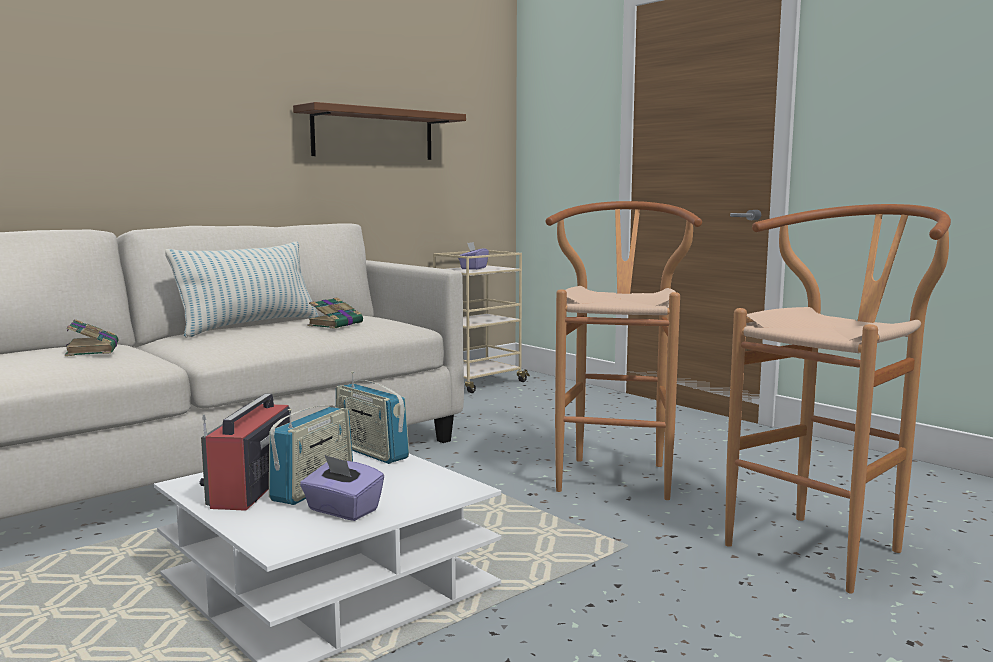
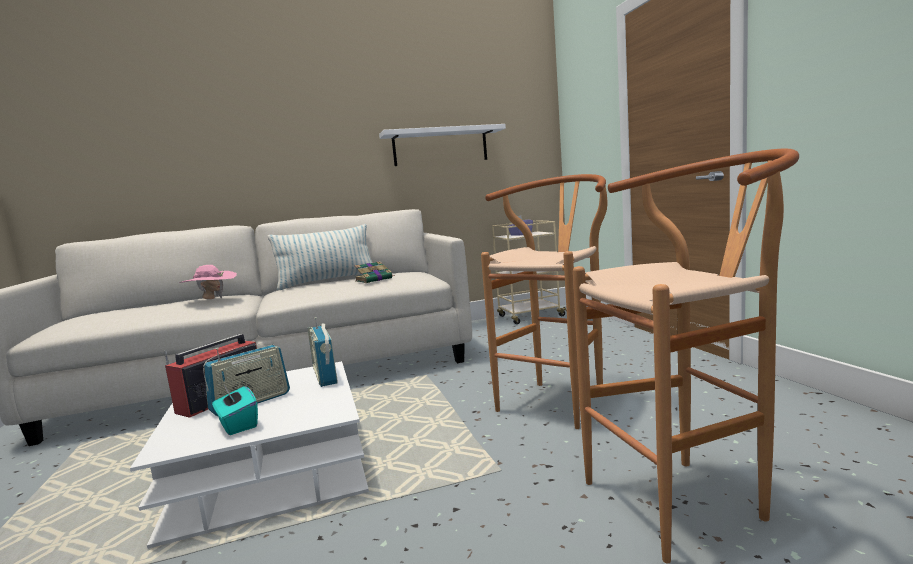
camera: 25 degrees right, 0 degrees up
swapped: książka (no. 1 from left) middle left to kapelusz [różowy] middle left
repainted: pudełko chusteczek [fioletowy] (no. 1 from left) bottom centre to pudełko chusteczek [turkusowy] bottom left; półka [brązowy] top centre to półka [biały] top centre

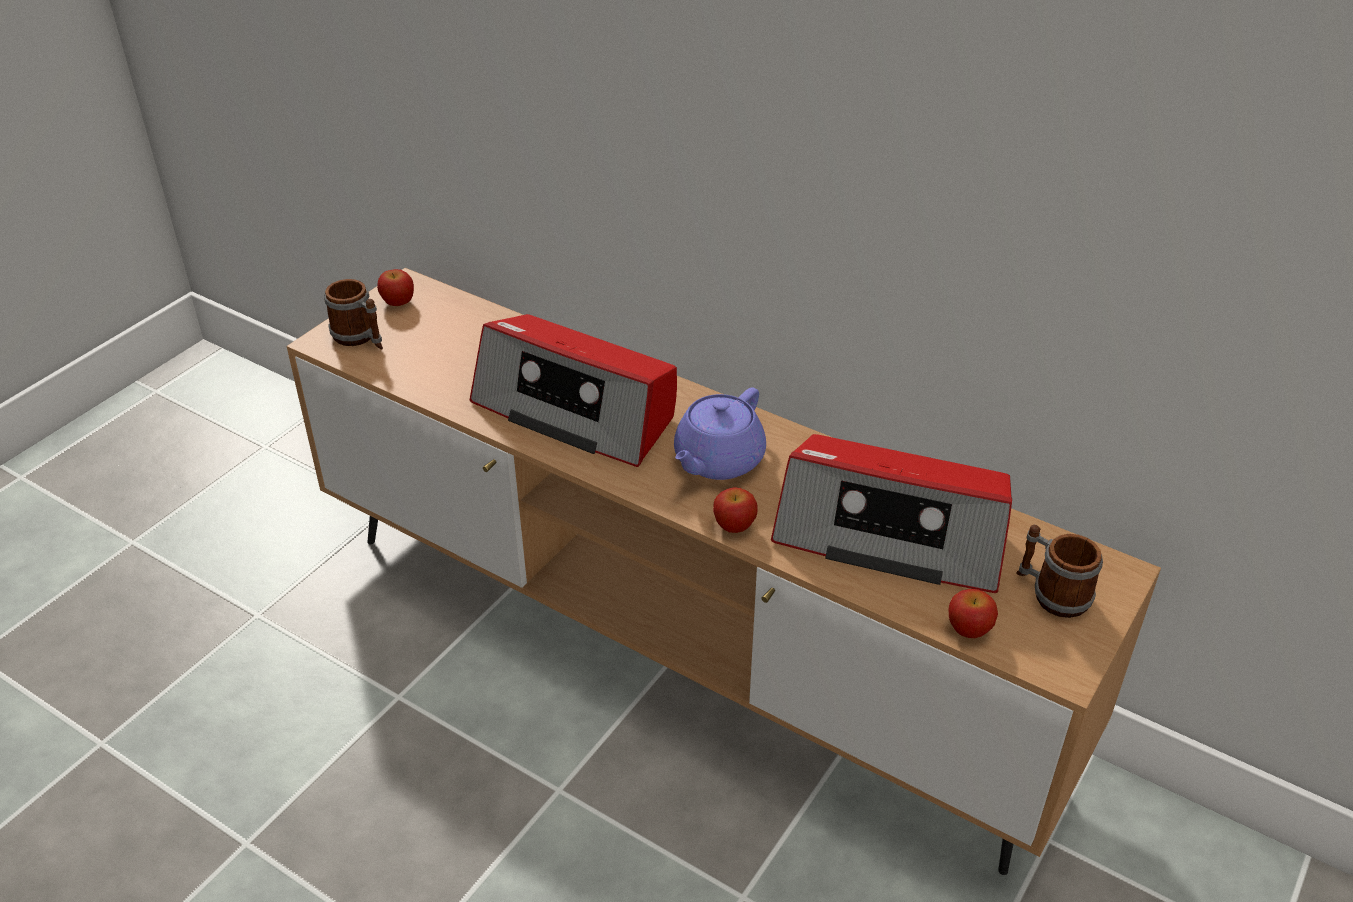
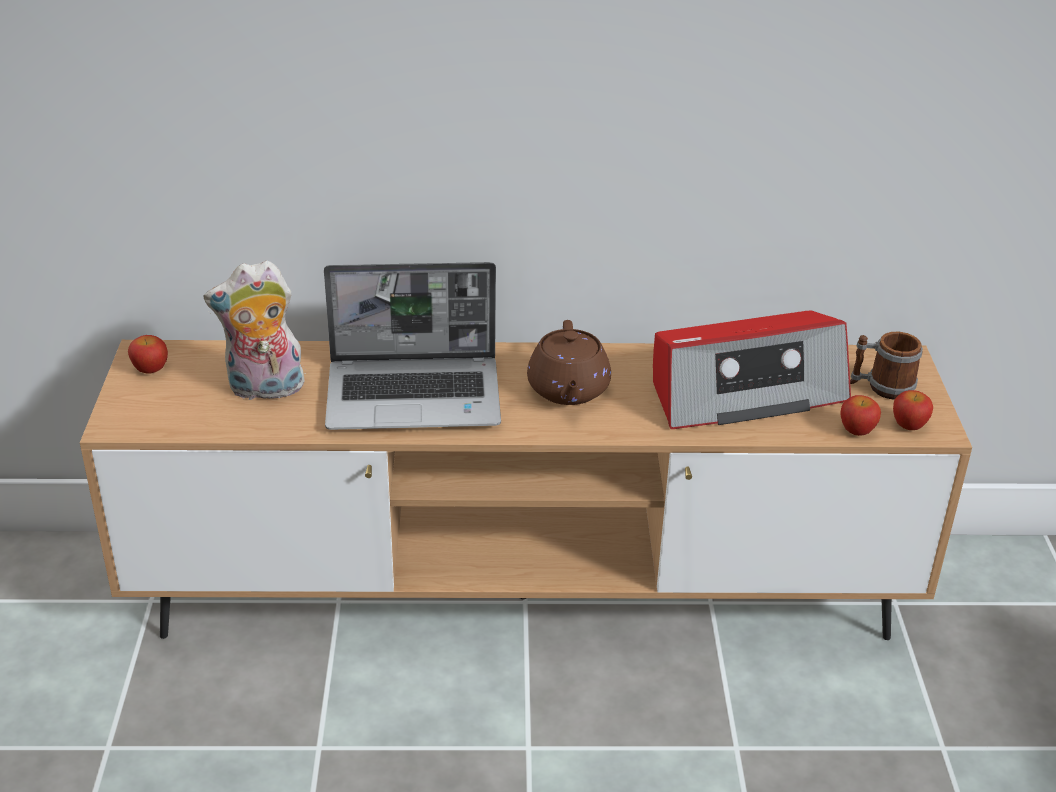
camera: 35 degrees left, 5 degrees down
gone: kubek (no. 1 from left) middle left
new: pluszak middle left
shifted: jabłko (no. 2 from left in the first image) centre to jabłko (no. 3 from left) middle right
swapped: radio (no. 1 from left) centre to laptop centre
repainted: imbryk [fioletowy] centre to imbryk [brązowy] centre

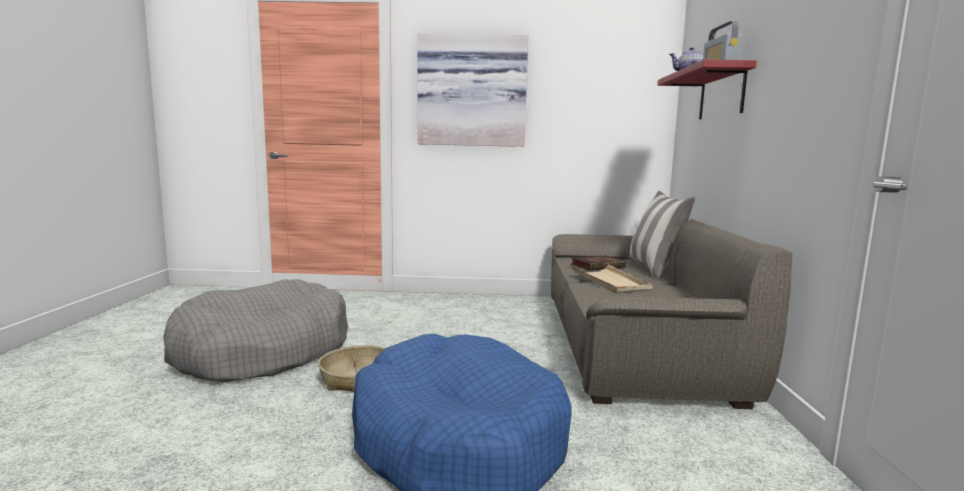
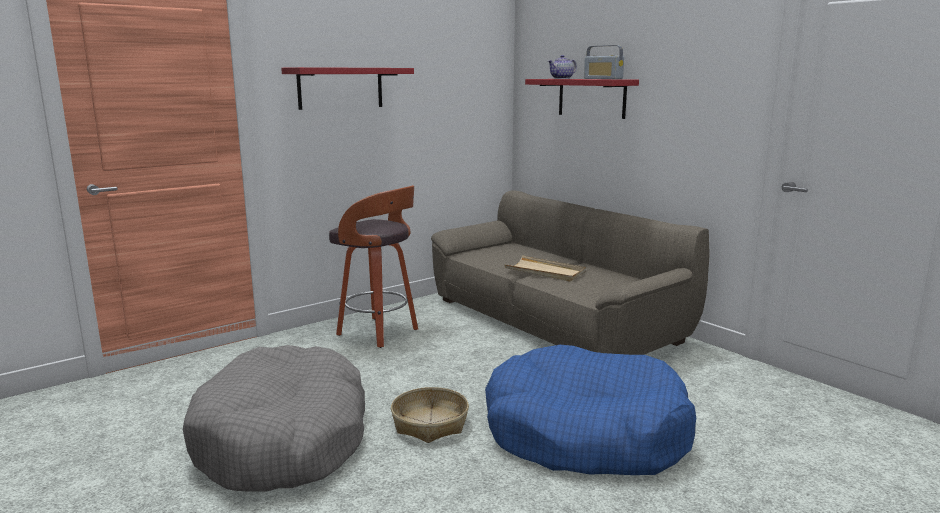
camera: 40 degrees left, 5 degrees up
gone: książka centre; poduszka middle right
new: stołek centre
swapped: obraz top centre to półka [czerwony] (no. 1 from left) top centre

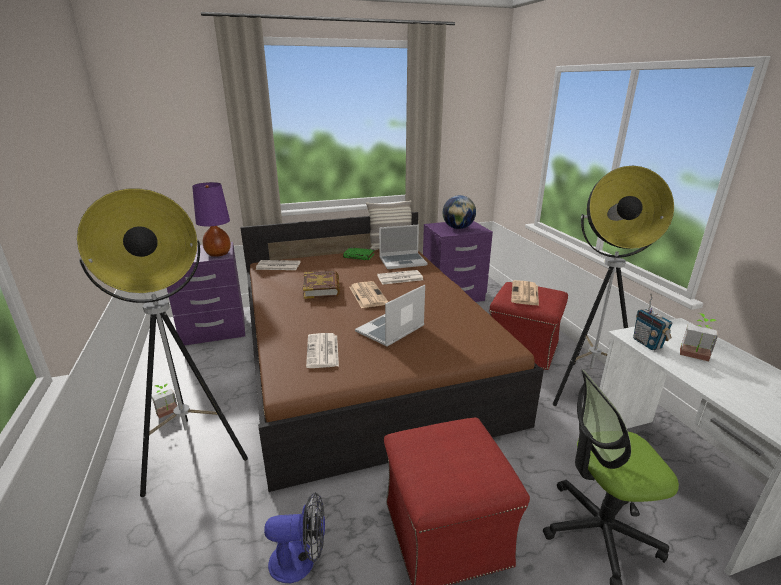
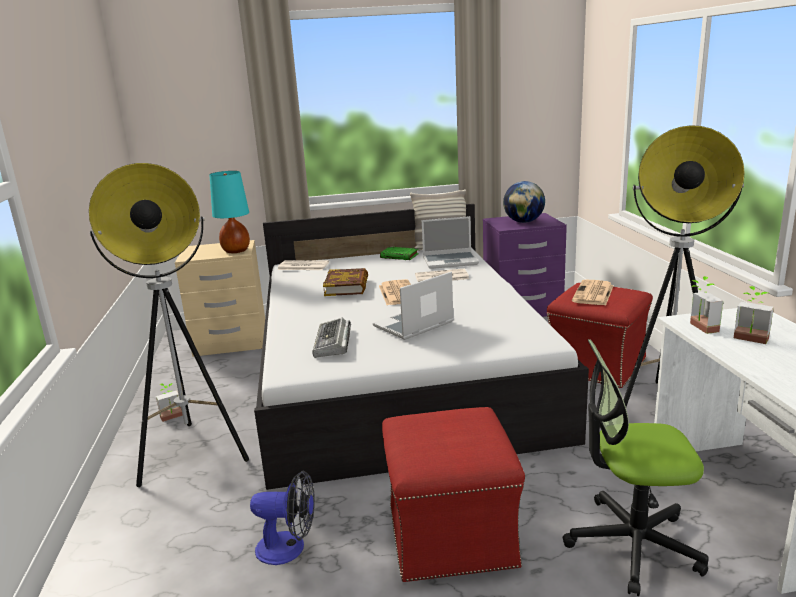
camera: 10 degrees right, 5 degrees down
swapped: gazeta (no. 2 from left) centre to klawiatura centre; radio middle right to roślina doniczkowa (no. 2 from left) middle right
repainted: szafka nocna [fioletowy] (no. 1 from left) middle left to szafka nocna [beżowy] middle left; lampa stołowa [fioletowy] middle left to lampa stołowa [turkusowy] middle left; łóżko [brązowy] centre to łóżko [biały] centre

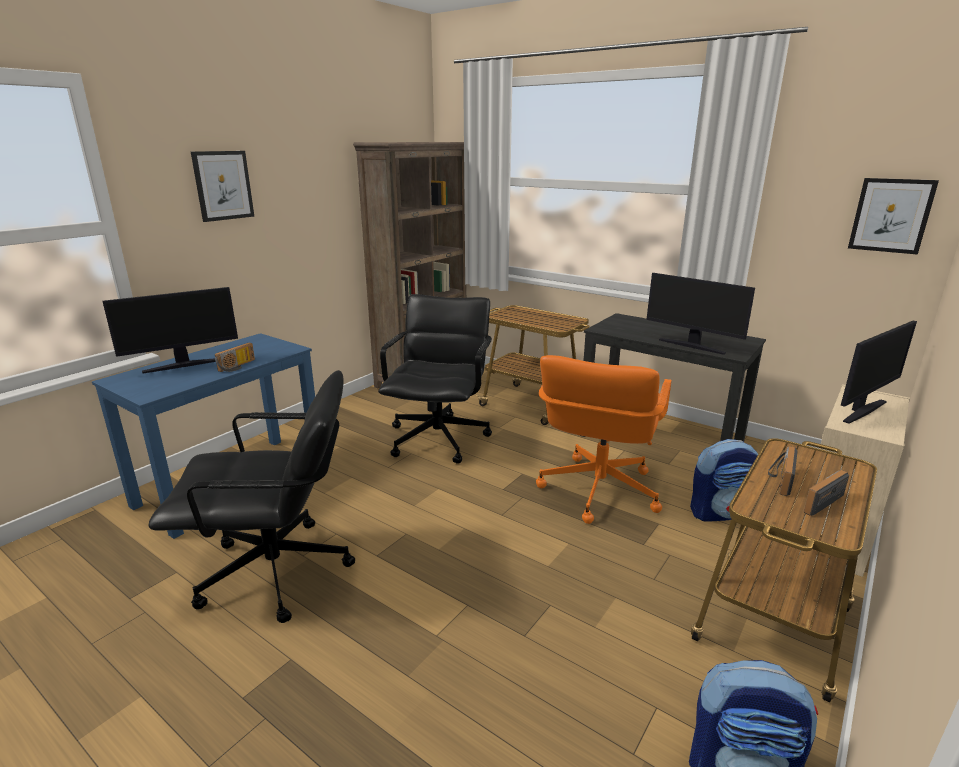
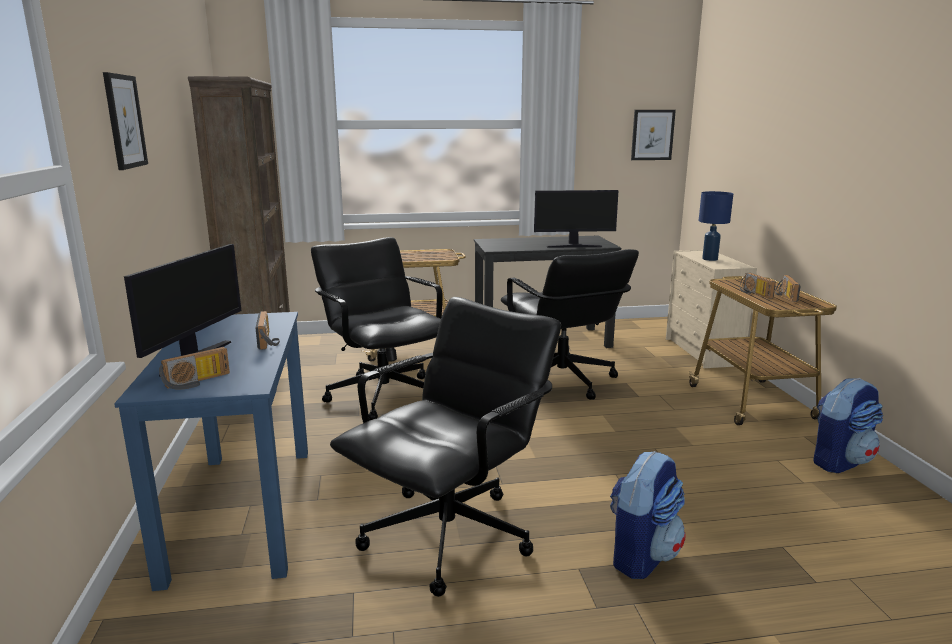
camera: 45 degrees left, 5 degrees down
new: radio (no. 1 from left) middle left
shifted: plecak (no. 1 from left) middle right to bottom right
swapped: monitor (no. 3 from left) middle right to lampa stołowa [niebieski] middle right
repainted: krzesło biurowe [pomarańczowy] centre to krzesło biurowe [czarny] (no. 3 from left) centre

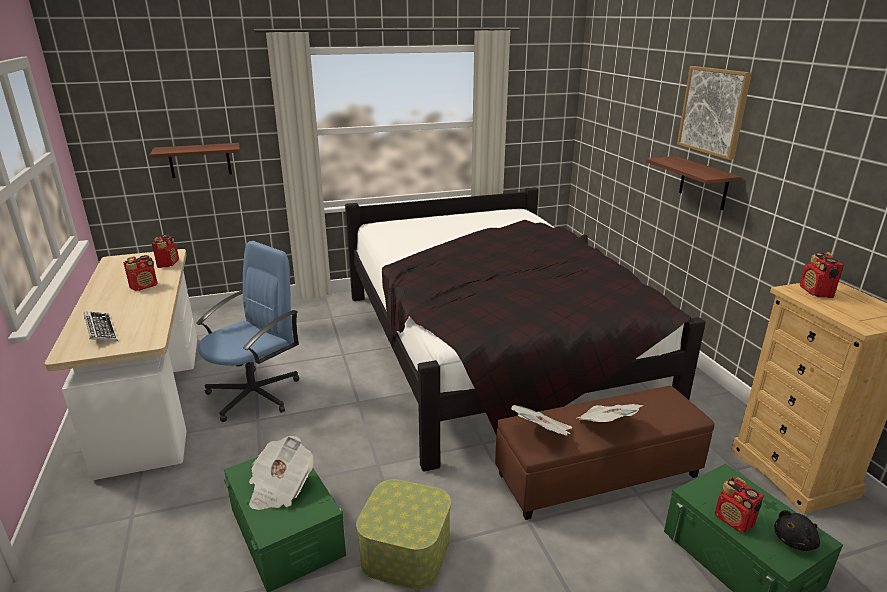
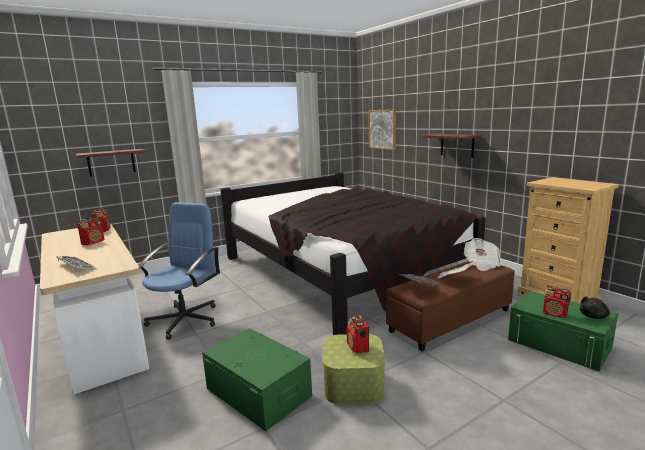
camera: 15 degrees left, 10 degrees down
shifted: radio (no. 4 from left in the first image) middle right to radio (no. 3 from left) bottom centre; obraz top right to top centre; gazeta (no. 1 from left in the first image) bottom left to gazeta (no. 3 from left) middle right

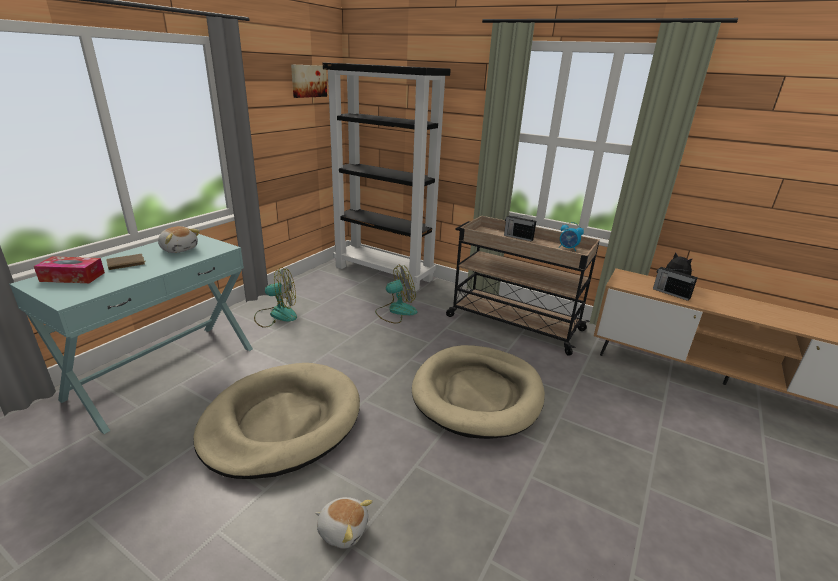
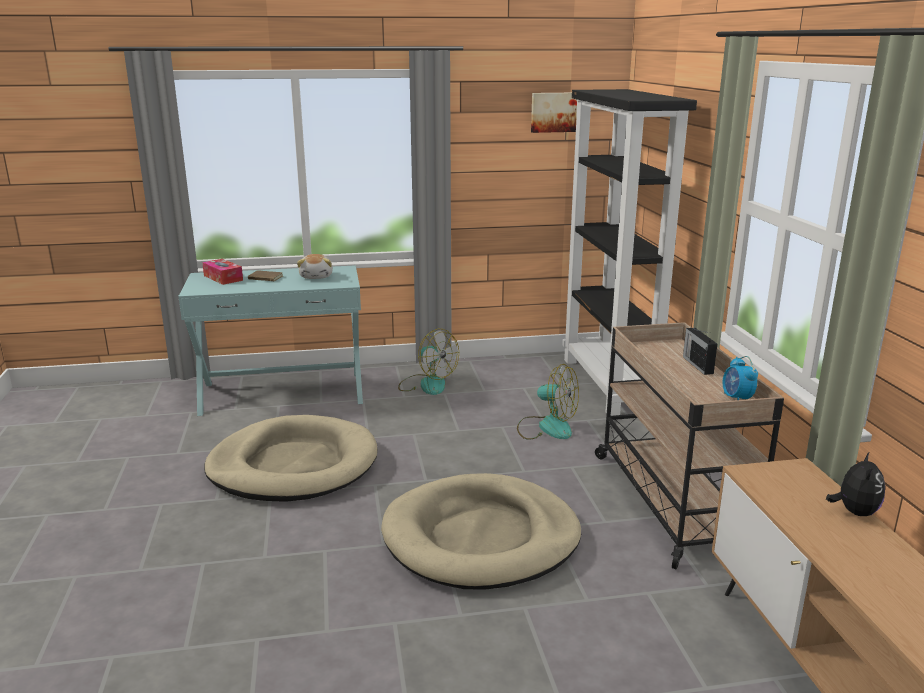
camera: 50 degrees right, 5 degrees down
gone: pluszak (no. 2 from left) bottom centre; radio (no. 2 from left) middle right

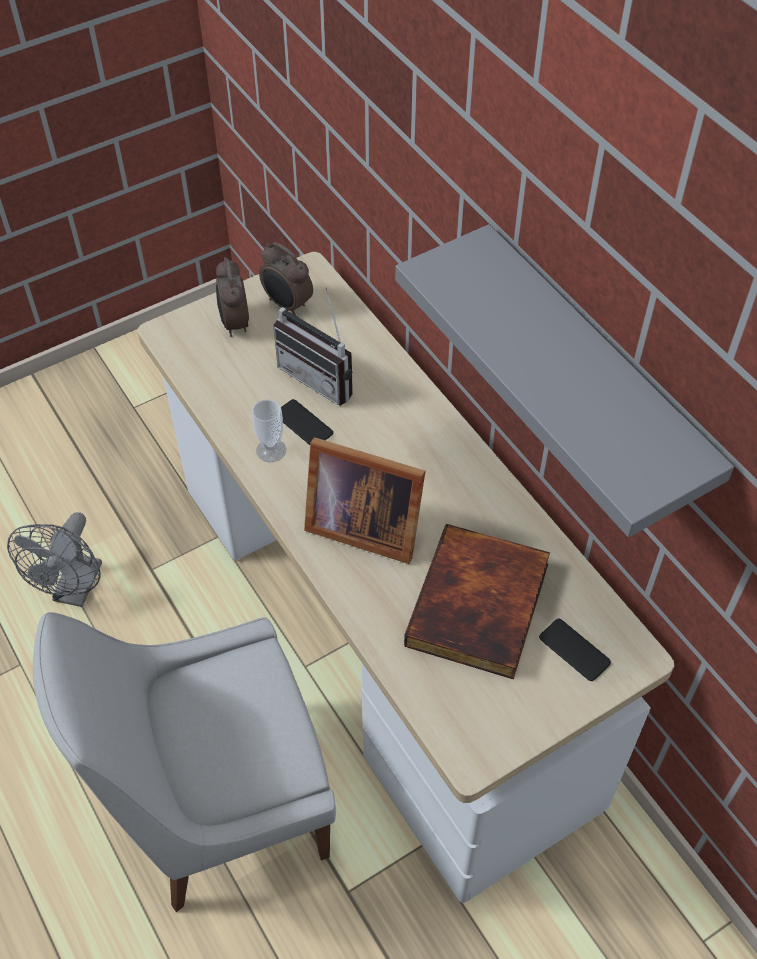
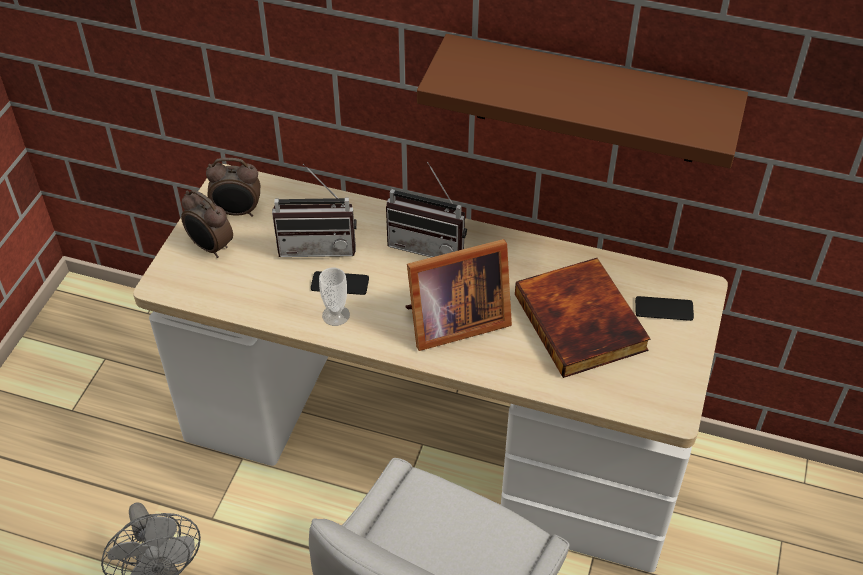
camera: 40 degrees left, 5 degrees down
new: radio (no. 2 from left) centre
repainted: półka [szary] middle right to półka [brązowy] top right

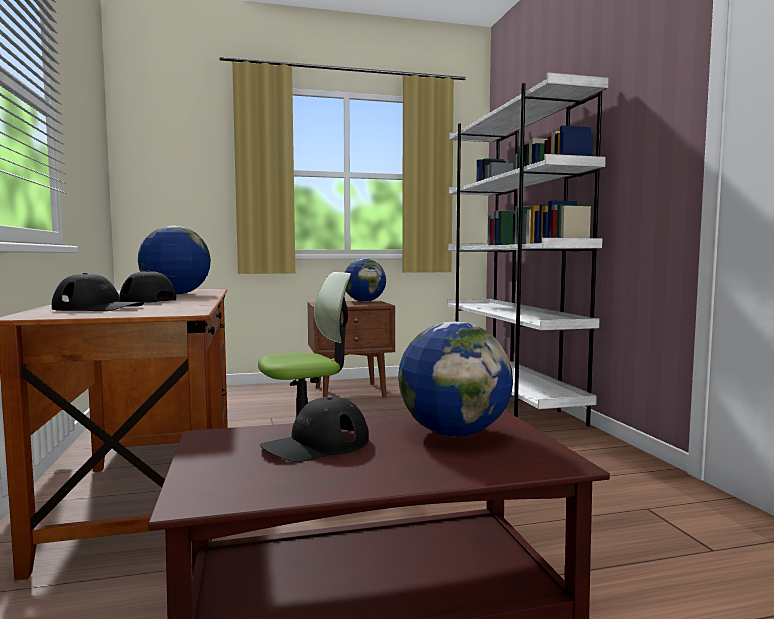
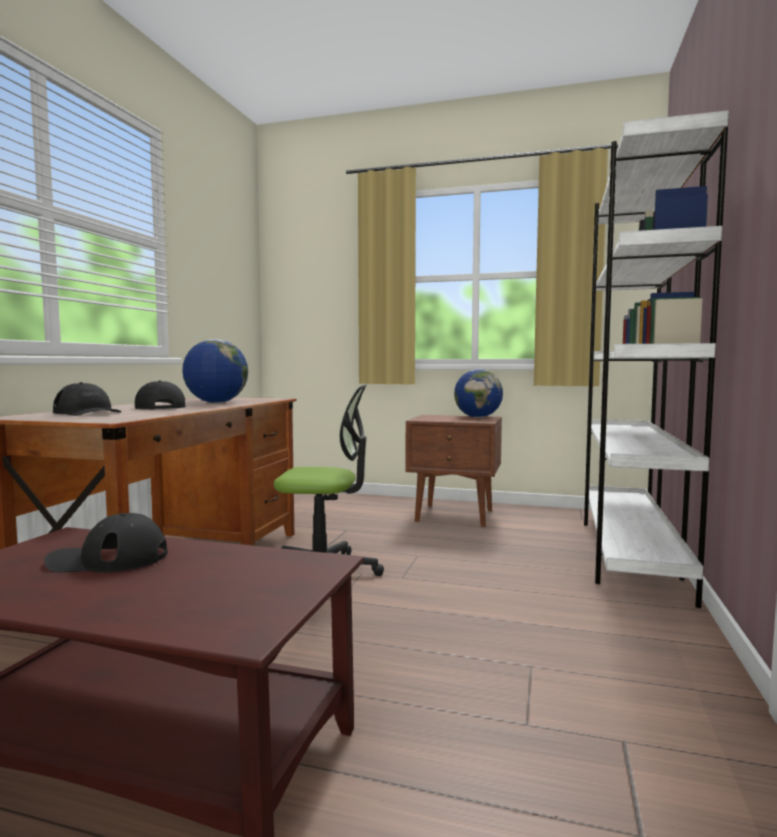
camera: 30 degrees right, 0 degrees up
gone: globus (no. 3 from left) centre

